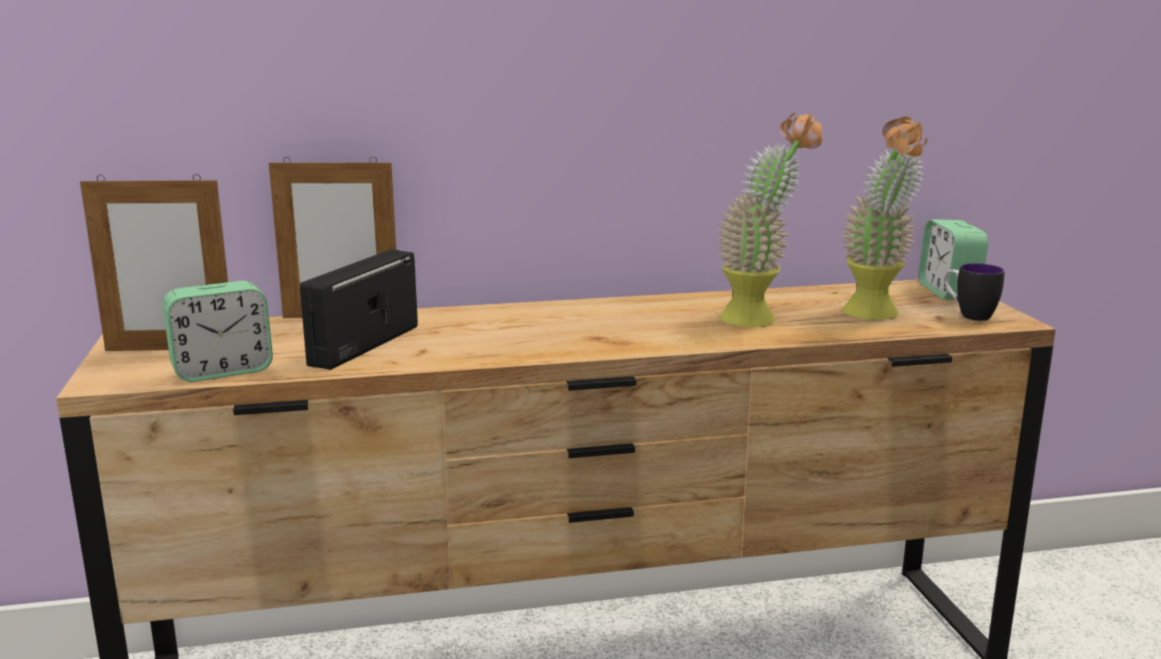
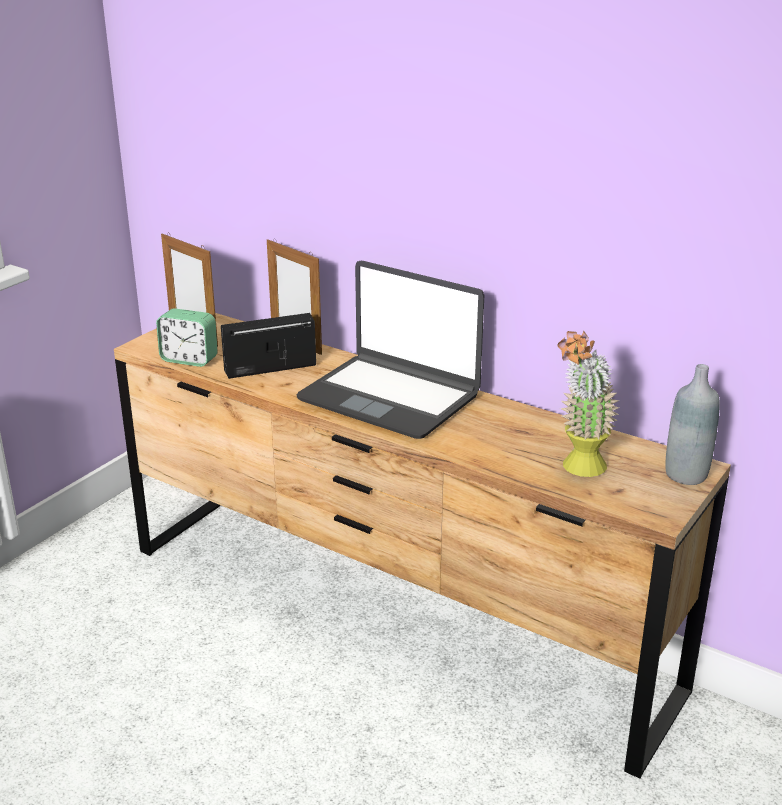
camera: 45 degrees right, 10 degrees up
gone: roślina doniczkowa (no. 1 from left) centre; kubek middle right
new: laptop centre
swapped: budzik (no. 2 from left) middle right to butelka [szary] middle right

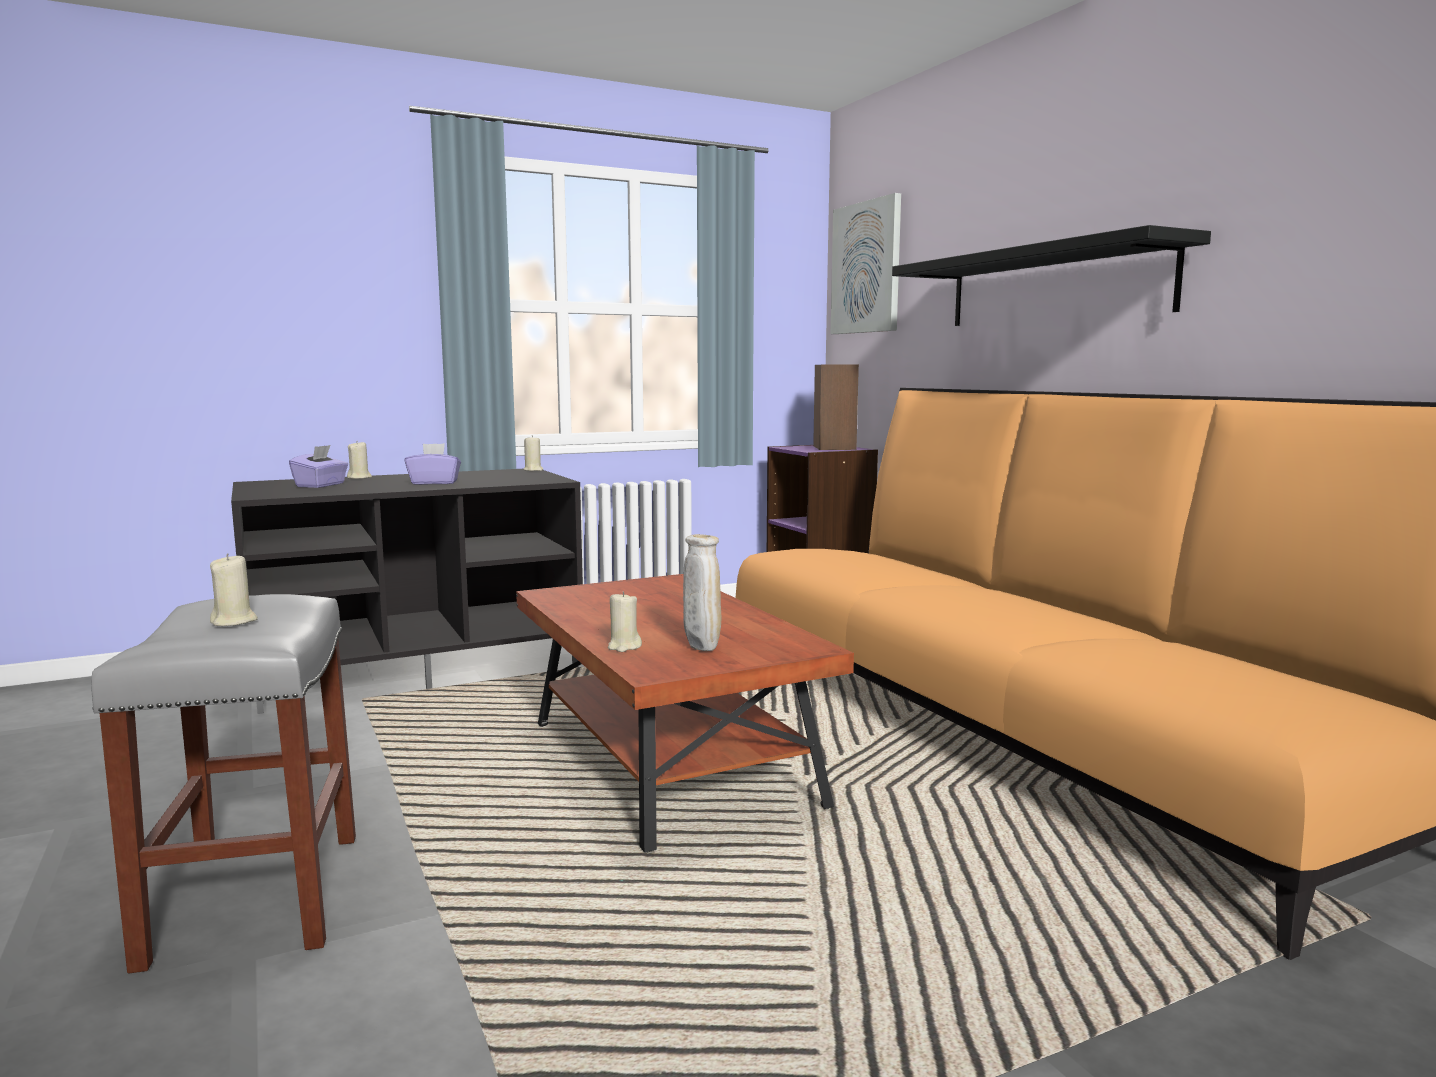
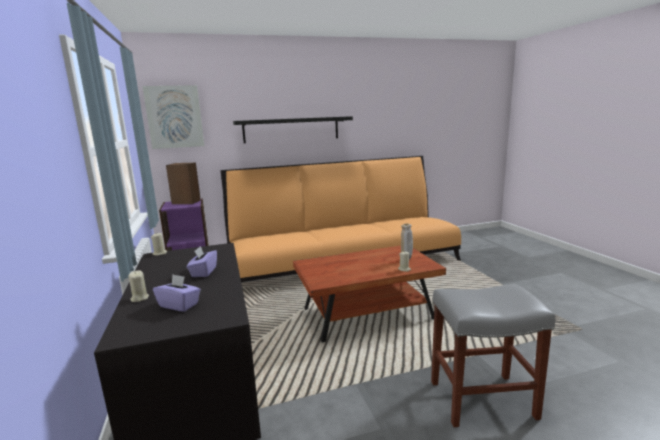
camera: 80 degrees left, 5 degrees up
gone: świeca [beżowy] (no. 1 from left) middle left

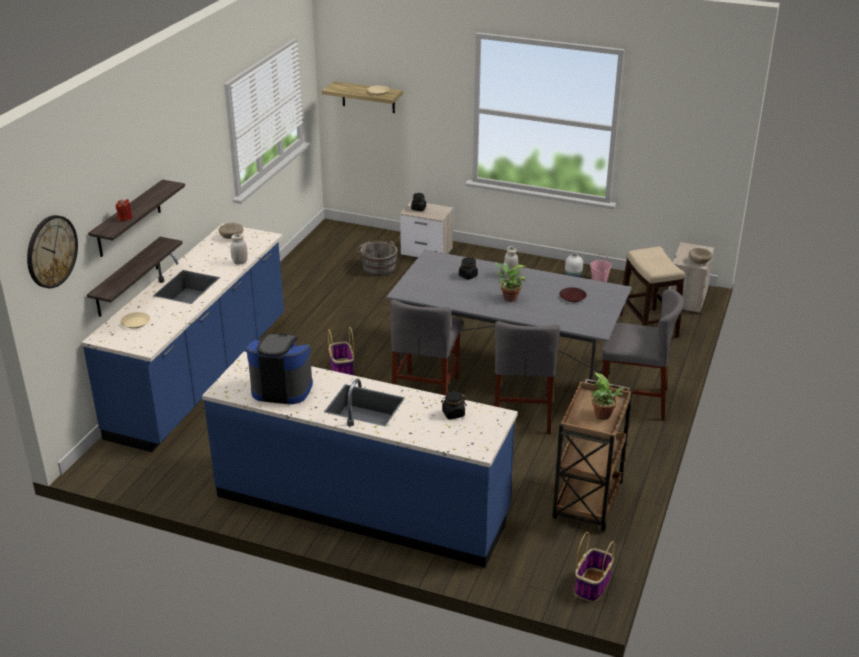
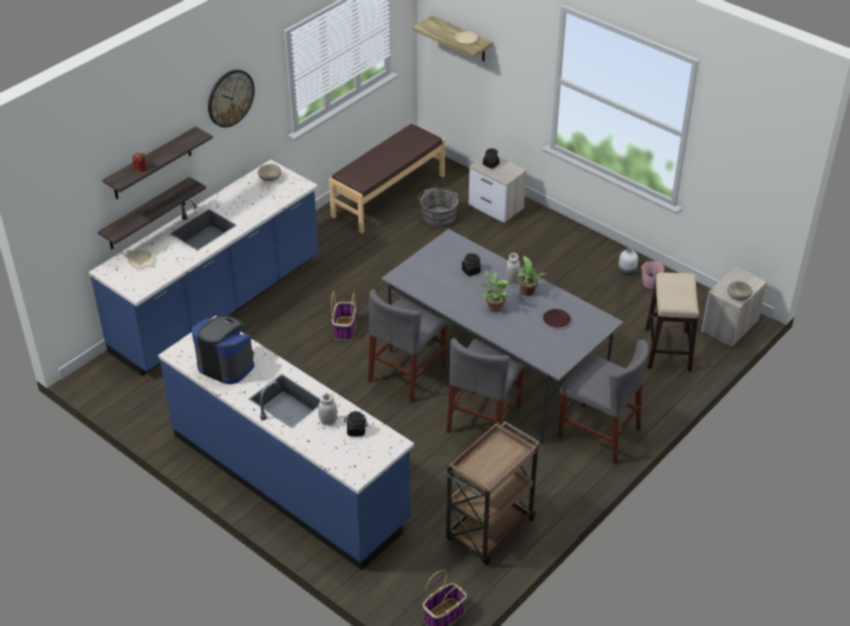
camera: 20 degrees right, 10 degrees up
new: ławka [brązowy] top centre
shifted: zegar ścienny middle left to top left; słoik [biały] (no. 1 from left) middle left to centre; roślina doniczkowa (no. 2 from left) middle right to centre

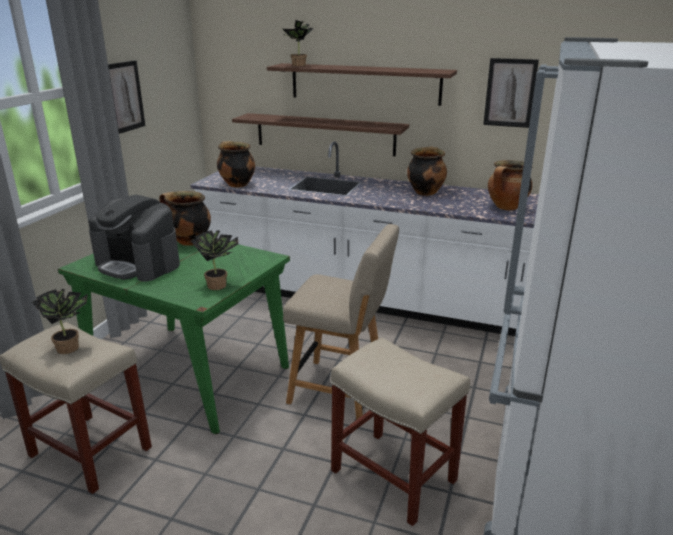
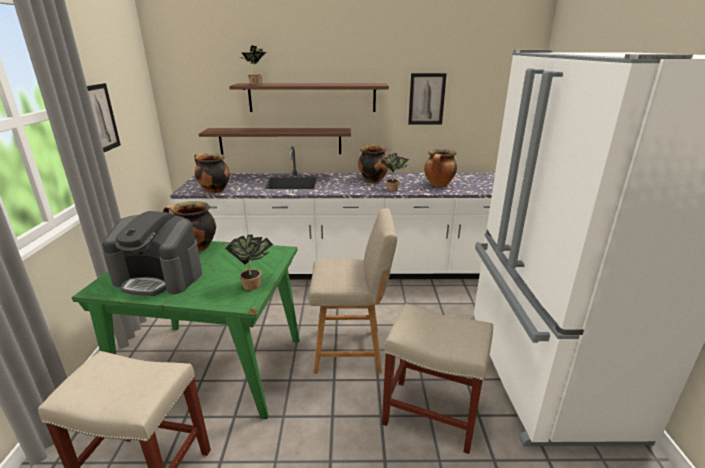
camera: 20 degrees left, 0 degrees up
shifted: roślina doniczkowa (no. 1 from left in the first image) middle left to roślina doniczkowa (no. 3 from left) centre

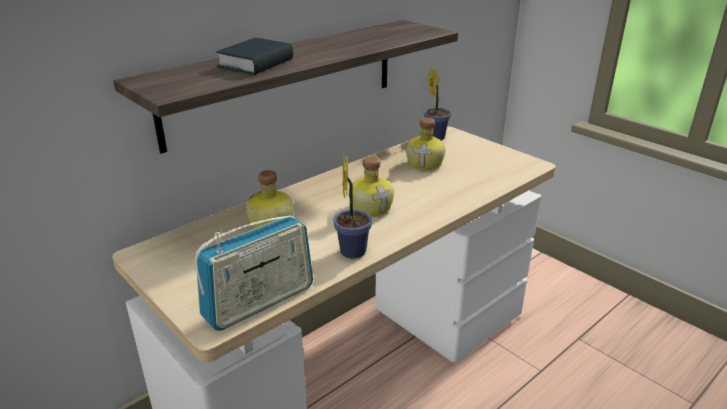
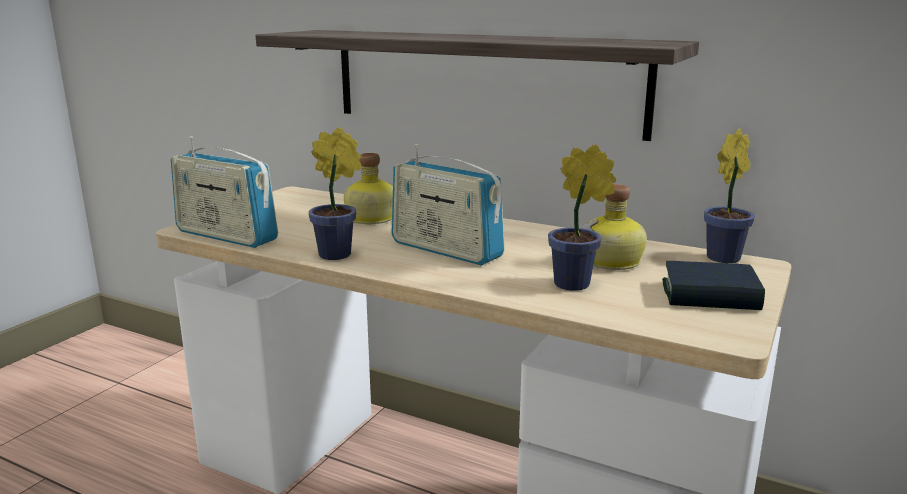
camera: 70 degrees right, 10 degrees down
new: roślina doniczkowa (no. 2 from left) centre
shifted: książka top centre to middle right
swapped: butelka (no. 2 from left) centre to radio (no. 2 from left) centre

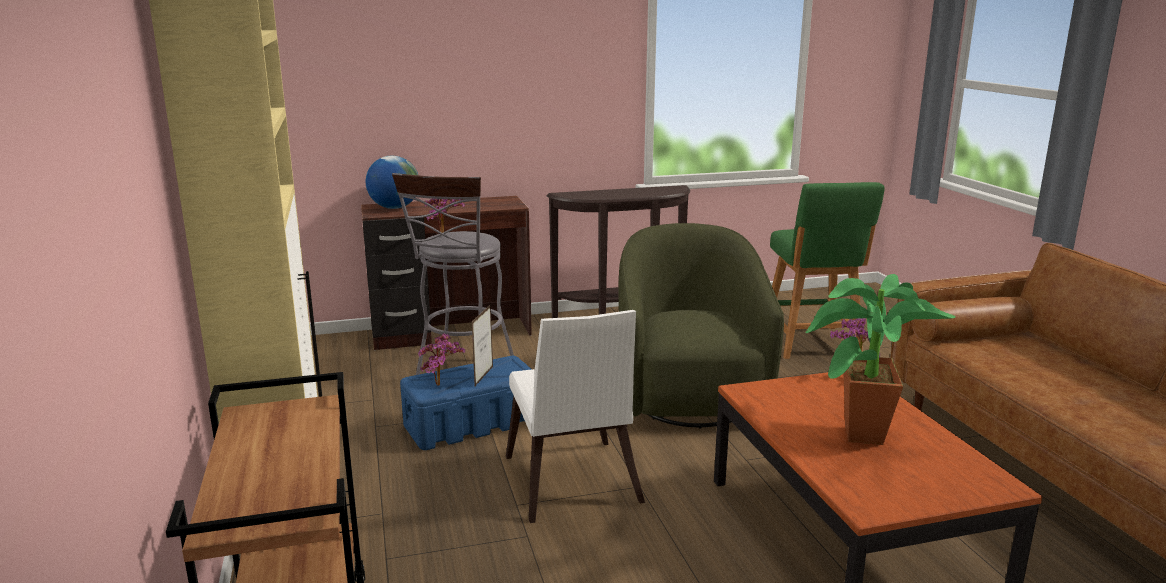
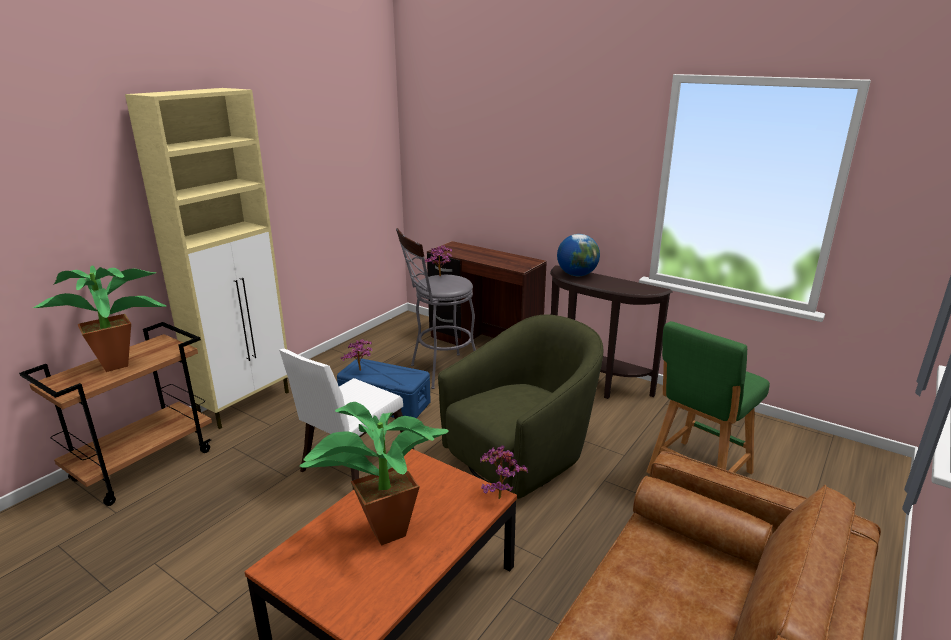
camera: 50 degrees right, 5 degrees up
gone: ramka na zdjęcie centre
new: roślina doniczkowa (no. 1 from left) middle left
shifted: globus top centre to centre

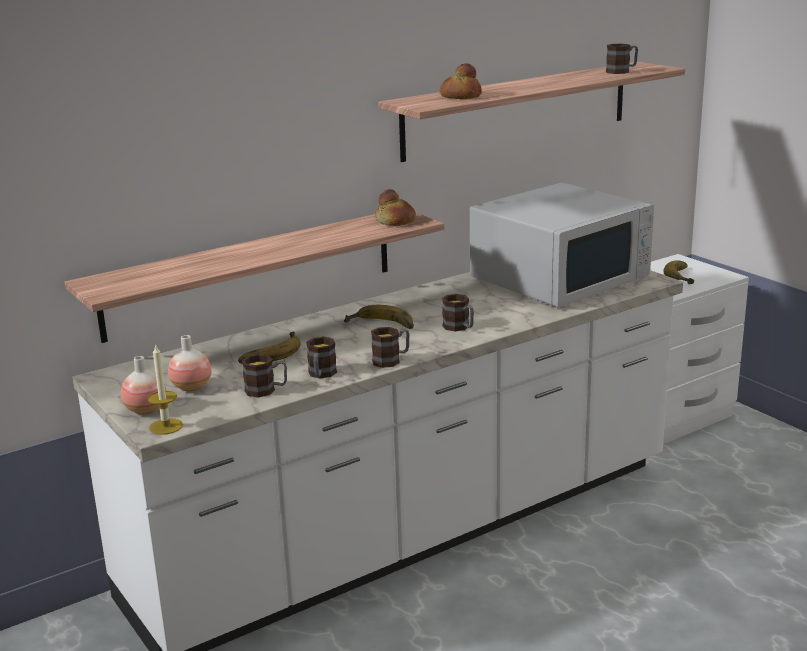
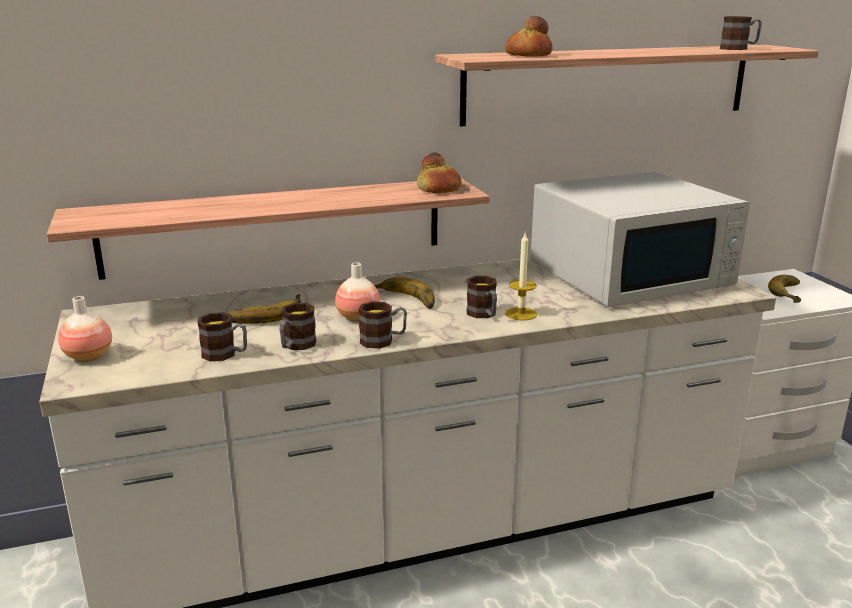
camera: 15 degrees right, 0 degrees up
shifted: wazon (no. 2 from left) middle left to centre; świeca middle left to centre

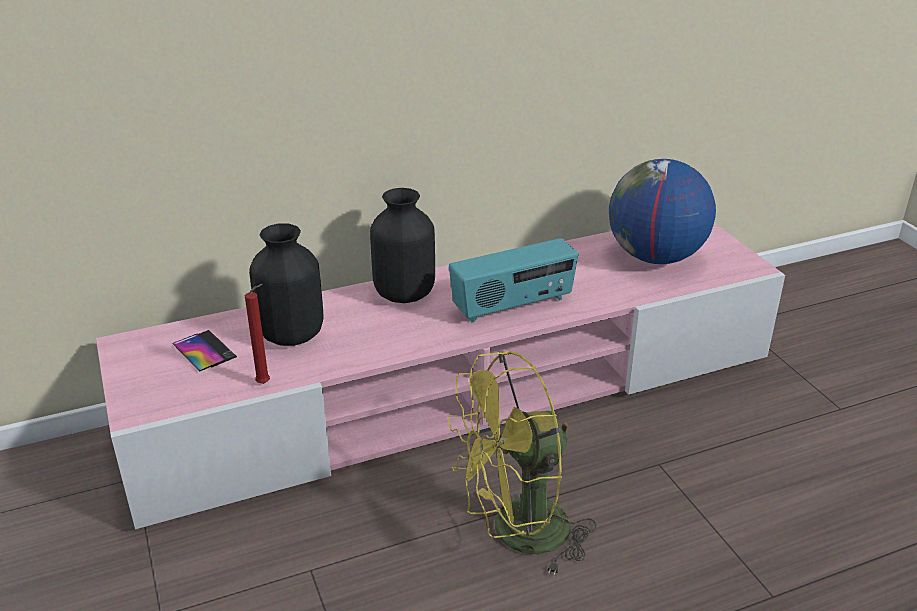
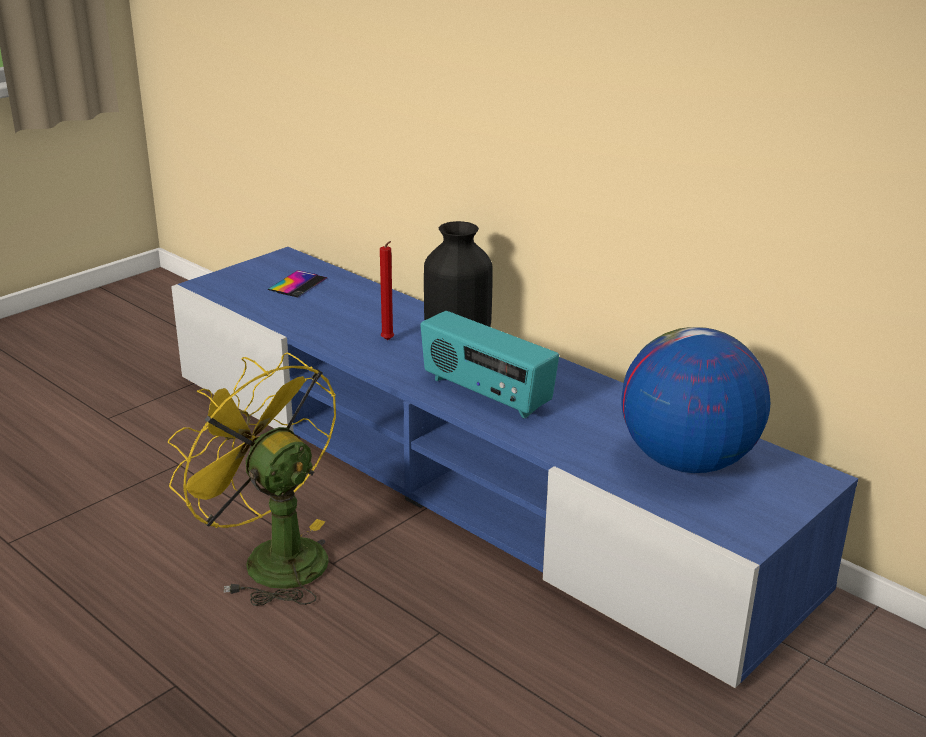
camera: 65 degrees right, 5 degrees down
gone: wazon [czarny] (no. 1 from left) middle left
shifted: świeca [czerwony] middle left to centre
repainted: szafka pod telewizor [różowy] centre to szafka pod telewizor [niebieski] centre

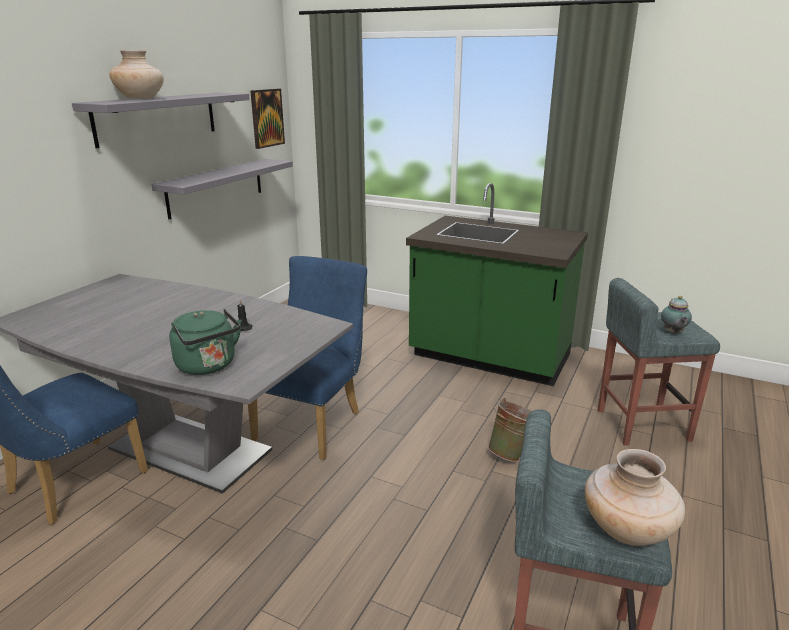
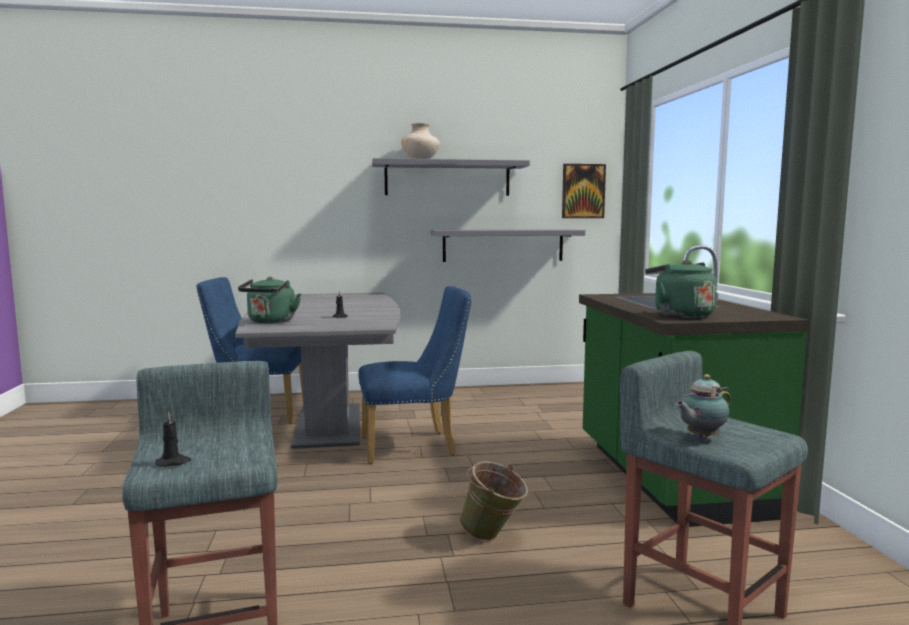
camera: 55 degrees right, 15 degrees down
new: czajnik [zielony] (no. 2 from left) middle right
swapped: wazon [beżowy] (no. 2 from left) bottom right to świeca [czarny] (no. 1 from left) bottom left

